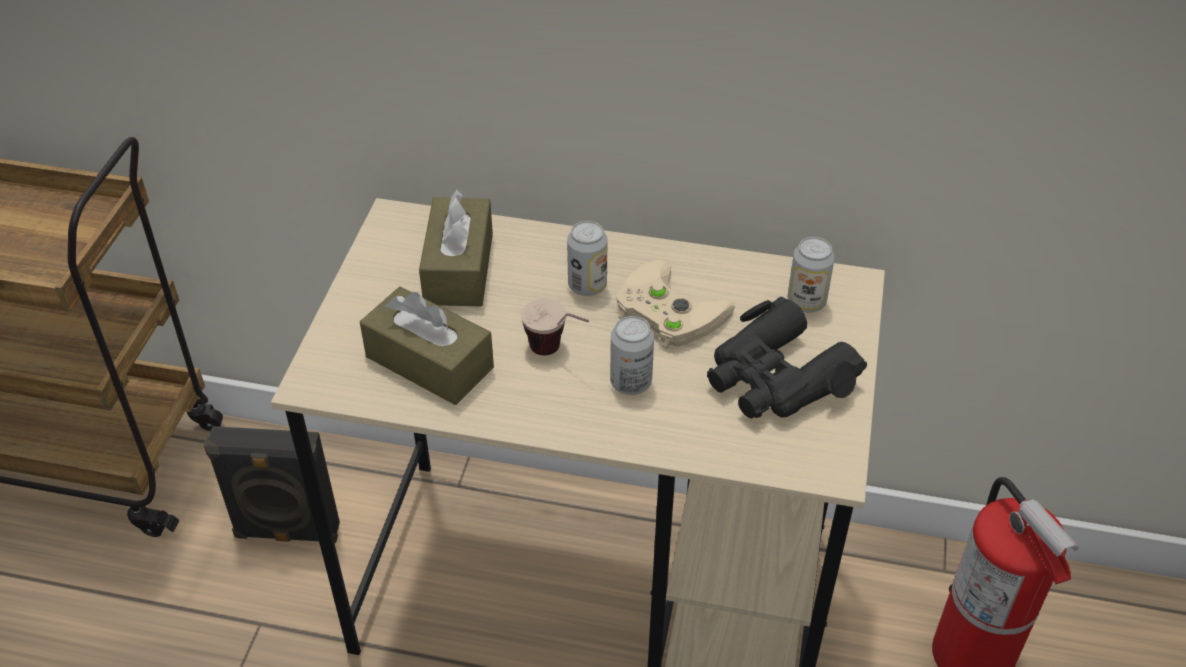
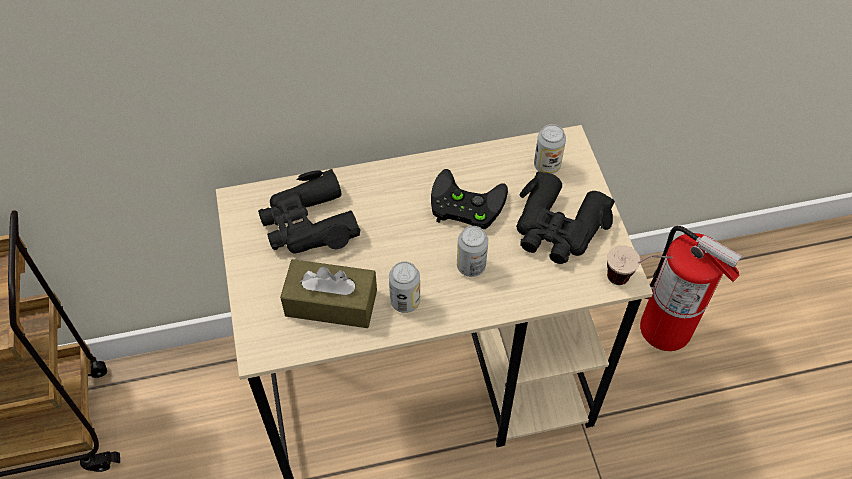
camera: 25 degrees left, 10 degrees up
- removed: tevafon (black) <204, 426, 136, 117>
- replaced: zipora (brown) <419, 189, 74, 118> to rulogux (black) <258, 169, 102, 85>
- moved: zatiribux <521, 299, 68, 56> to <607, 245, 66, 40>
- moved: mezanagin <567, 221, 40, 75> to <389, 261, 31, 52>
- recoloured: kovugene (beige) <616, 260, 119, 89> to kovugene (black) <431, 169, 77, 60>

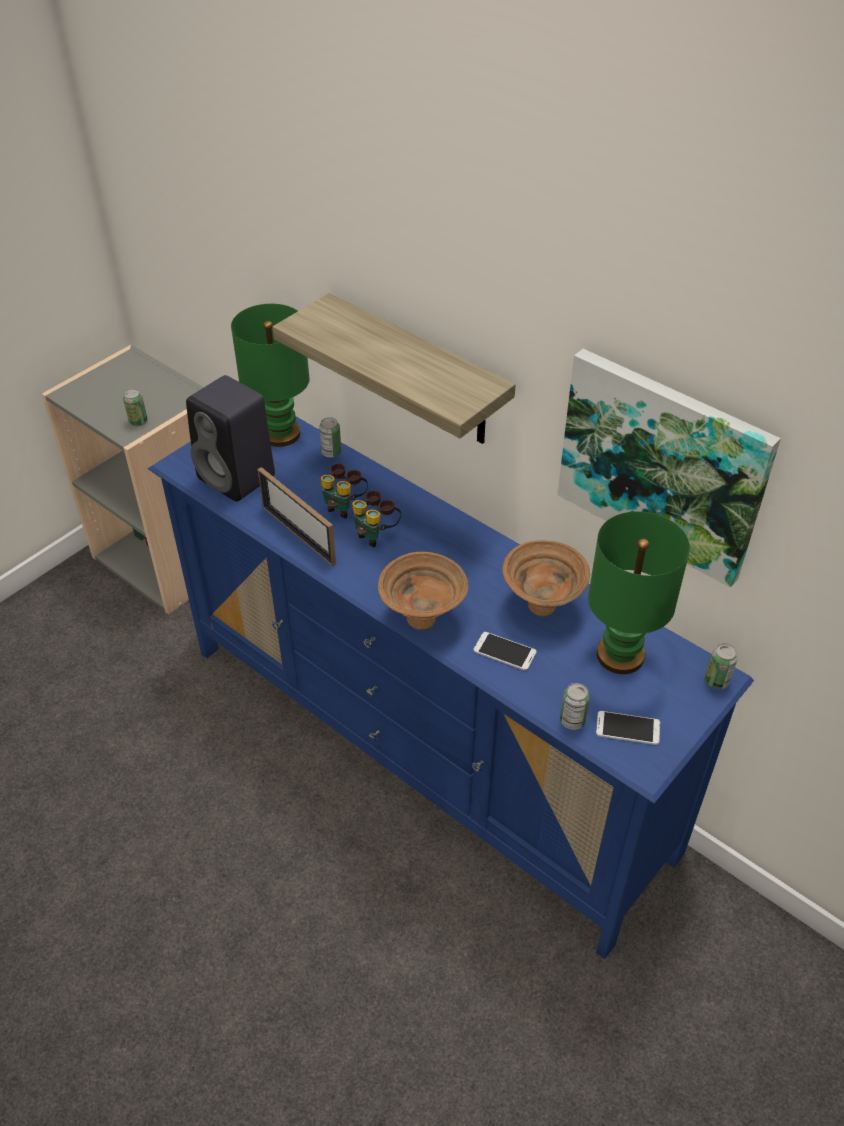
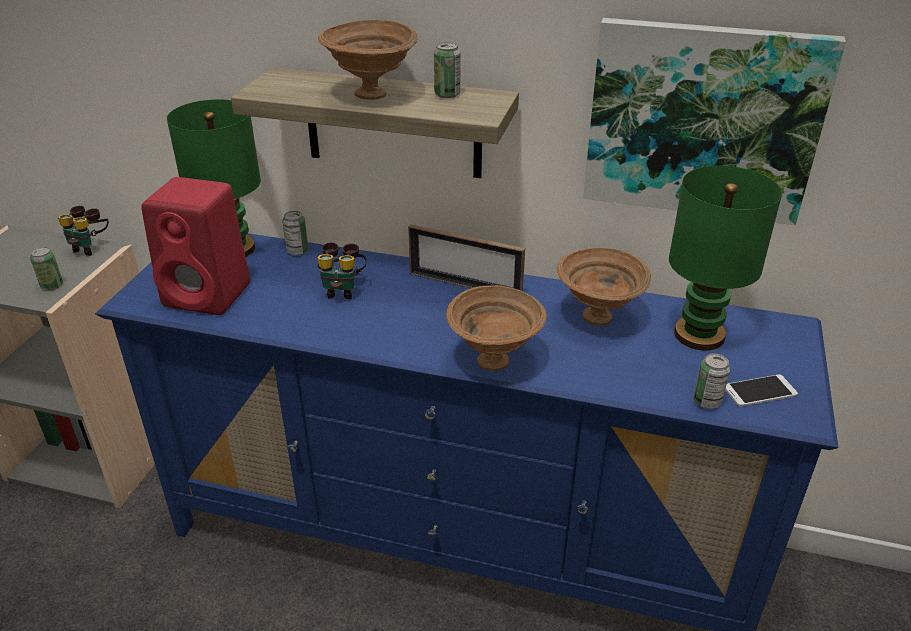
camera: 25 degrees left, 10 degrees down
- recoloured: tevafon (black) <186, 375, 89, 127> to tevafon (red) <141, 177, 109, 138>
- moved: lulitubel <258, 467, 78, 99> to <408, 224, 117, 67>
- moved: rulogux <352, 490, 49, 57> to <58, 206, 51, 50>
- removed: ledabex <473, 632, 64, 39>
- moved: mezanagin <705, 643, 33, 46> to <434, 42, 26, 56>
- added: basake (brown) <318, 20, 100, 80>

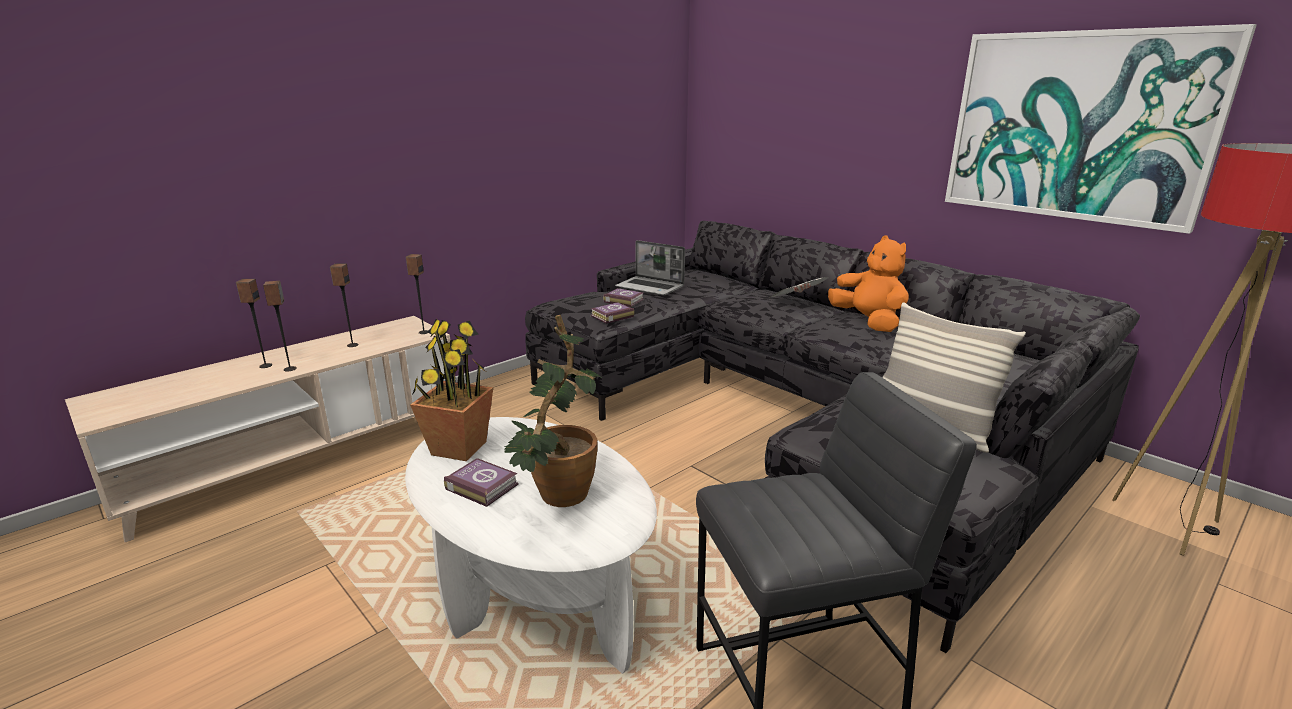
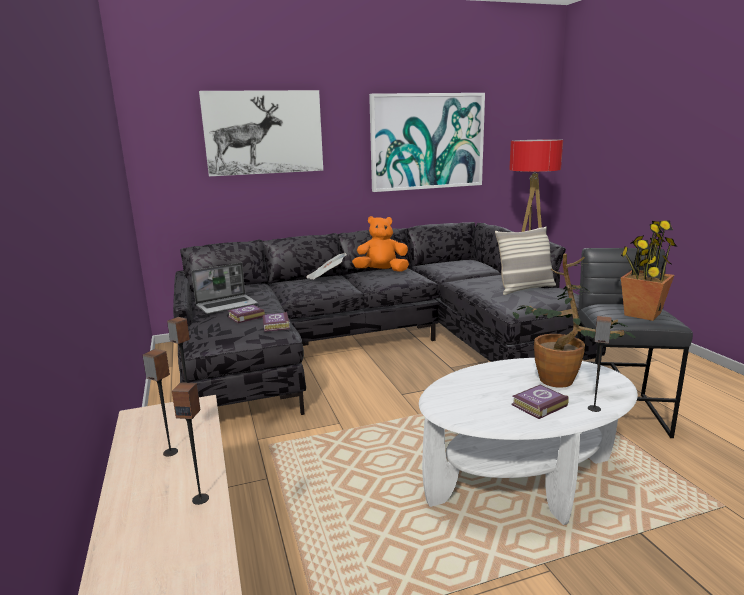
camera: 65 degrees left, 5 degrees down
- moved: tevafon <236, 279, 36, 89> to <588, 316, 23, 96>
- moved: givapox <410, 319, 83, 142> to <621, 220, 56, 101>
- added: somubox <199, 90, 124, 86>

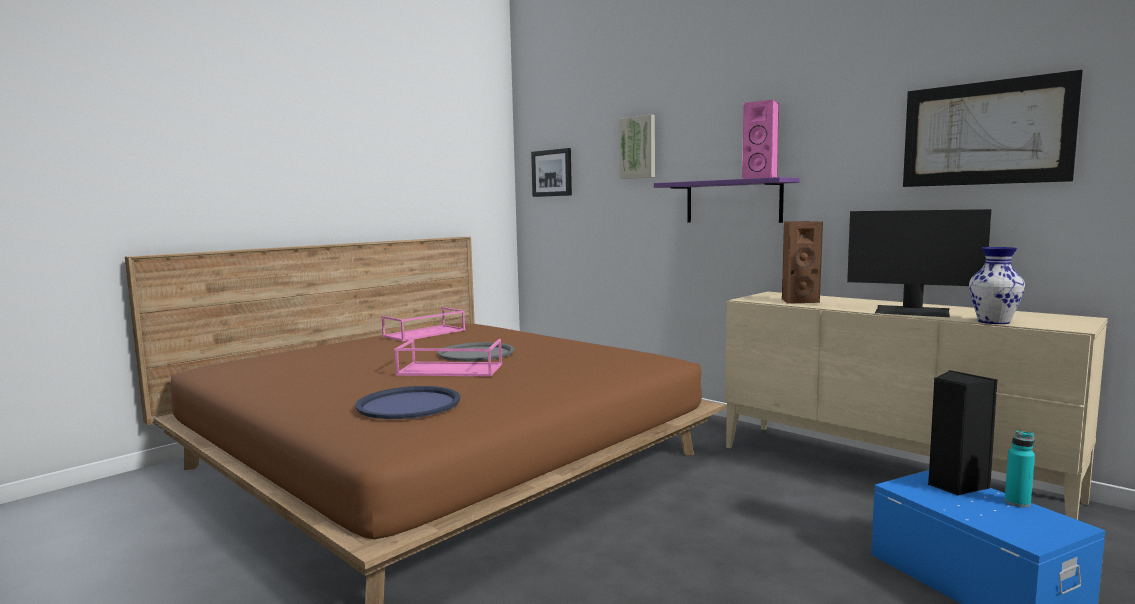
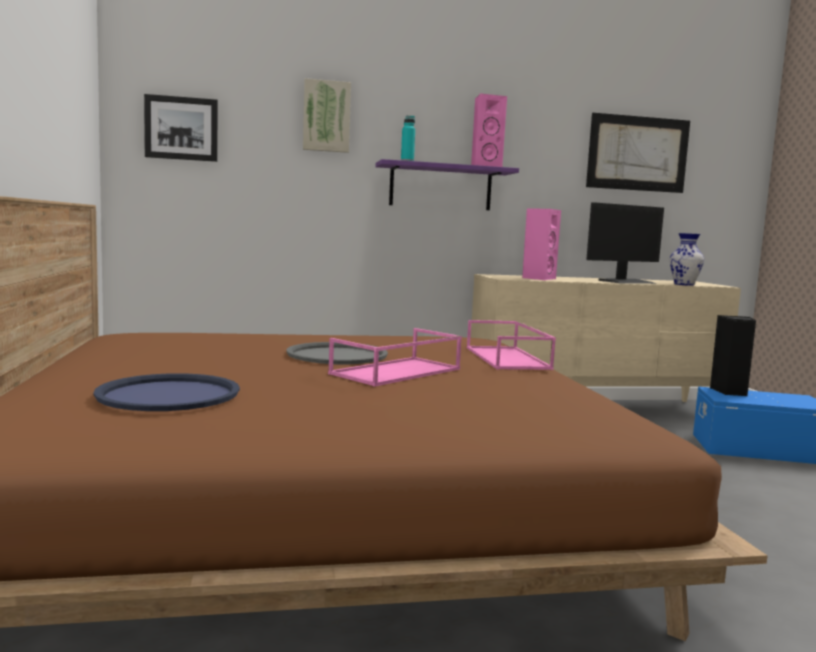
camera: 55 degrees left, 0 degrees up
- moved: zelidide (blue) <355, 386, 105, 33> to <93, 373, 147, 38>
- moved: zelidide (pink) <382, 307, 83, 35> to <467, 320, 89, 50>
- recoloured: tevafon (brown) <782, 221, 41, 83> to tevafon (pink) <522, 208, 39, 72>
- moved: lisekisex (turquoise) <1004, 431, 31, 76> to <401, 115, 14, 46>

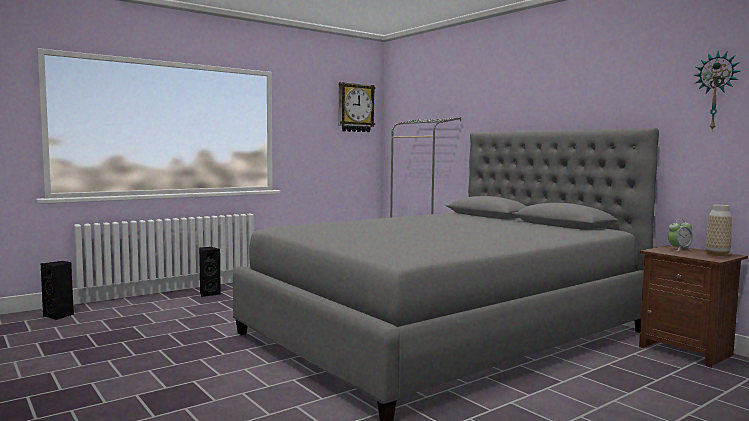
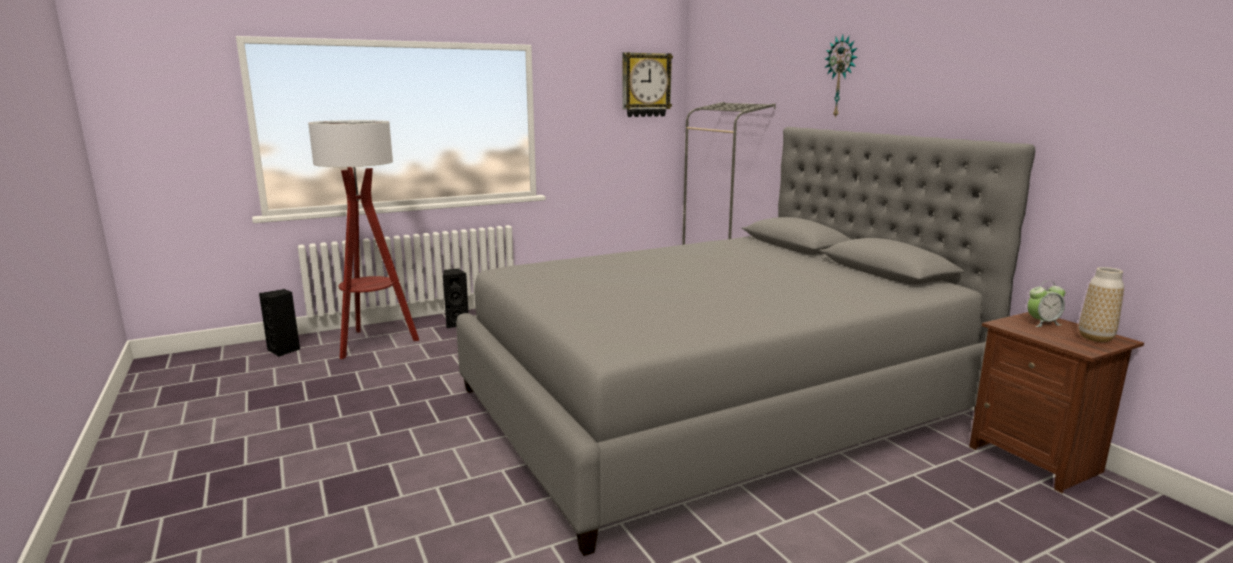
camera: 10 degrees right, 10 degrees up
- moved: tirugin <693, 51, 47, 79> to <825, 35, 33, 84>
- added: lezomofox <308, 120, 111, 239>

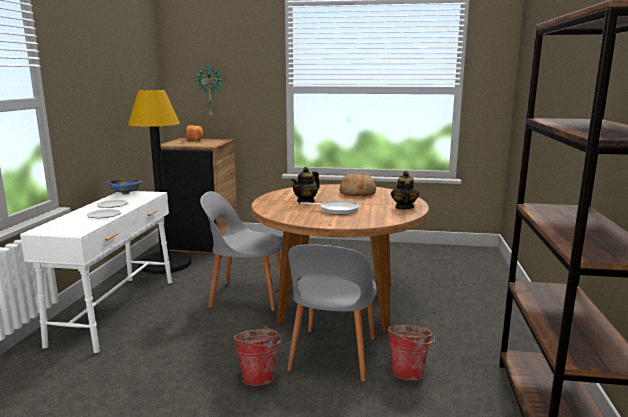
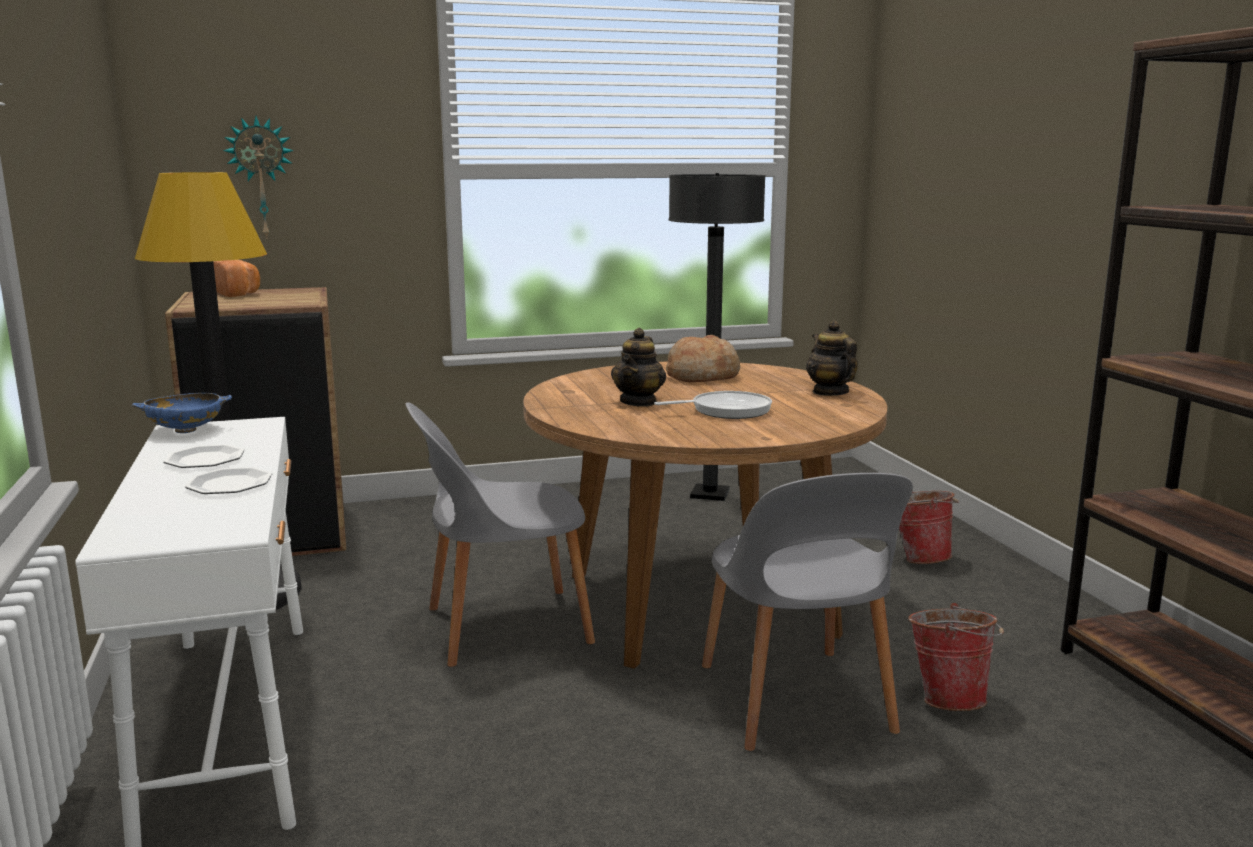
camera: 25 degrees left, 0 degrees up
- moved: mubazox <233, 326, 49, 60> to <899, 490, 60, 74>
- added: lezomofox (black) <669, 173, 97, 328>

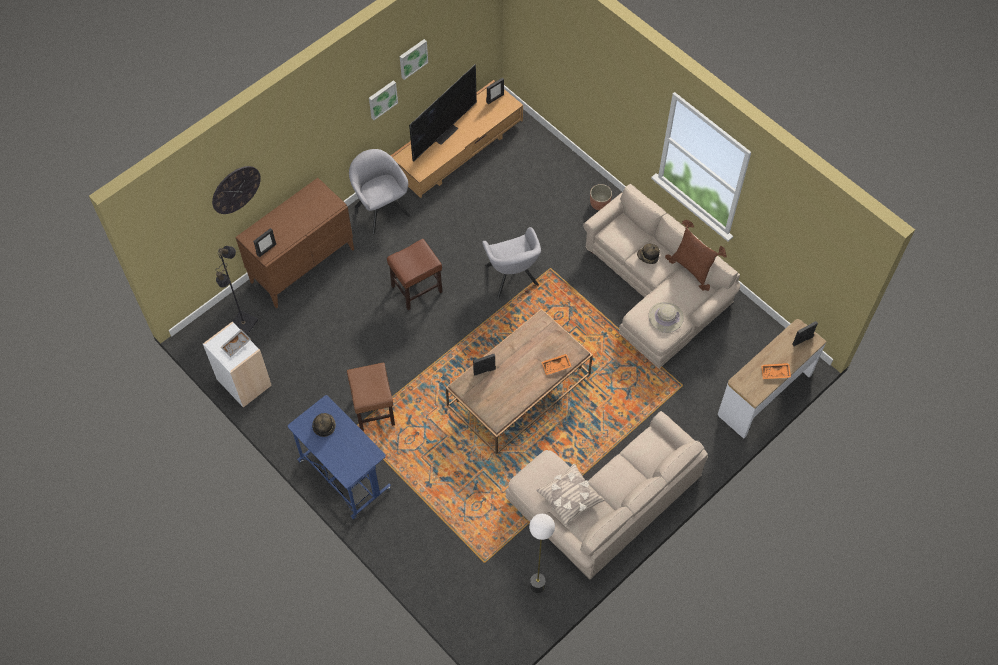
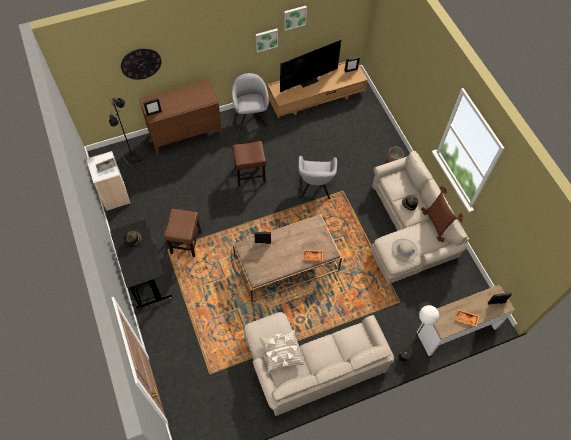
camera: 20 degrees right, 0 degrees up
- recoloured: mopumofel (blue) <288, 395, 103, 124> to mopumofel (black) <110, 220, 62, 90>
- moved: lezomofox <529, 514, 26, 79> to <398, 305, 41, 57>

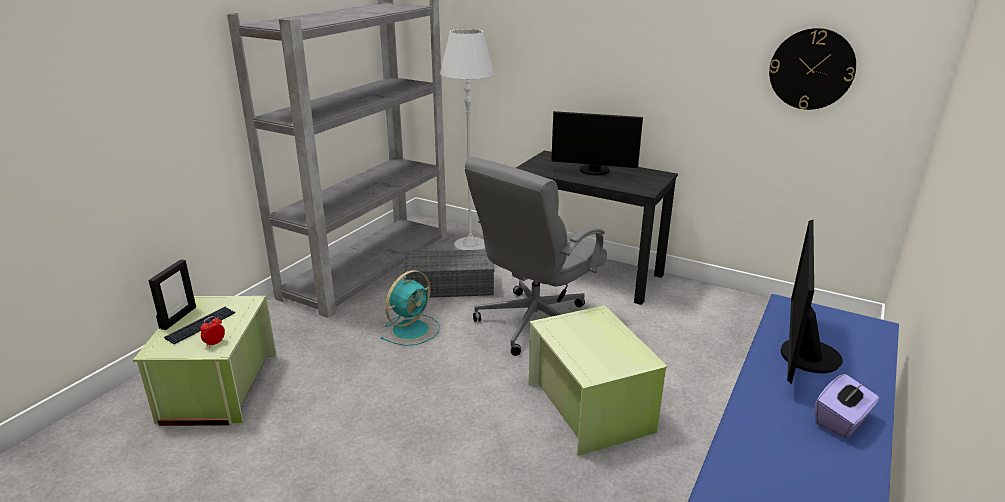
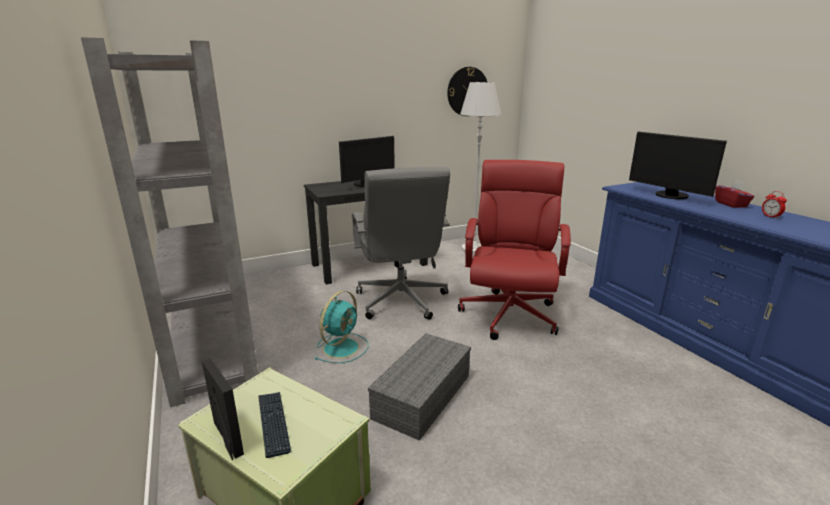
camera: 55 degrees left, 5 degrees down
- moved: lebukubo <200, 316, 25, 31> to <762, 191, 25, 28>
- turned: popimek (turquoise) <380, 270, 60, 76> = <314, 291, 55, 72> 45 degrees clockwise
- moved: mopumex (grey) <403, 249, 92, 49> to <368, 333, 103, 108>
- moved: lezomofox (white) <440, 29, 55, 221> to <460, 82, 41, 172>
- replaced: mopumex (green) <529, 305, 138, 151> to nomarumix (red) <458, 160, 113, 180>
- recoloured: zipora (purple) <815, 374, 64, 65> to zipora (red) <715, 180, 39, 28>

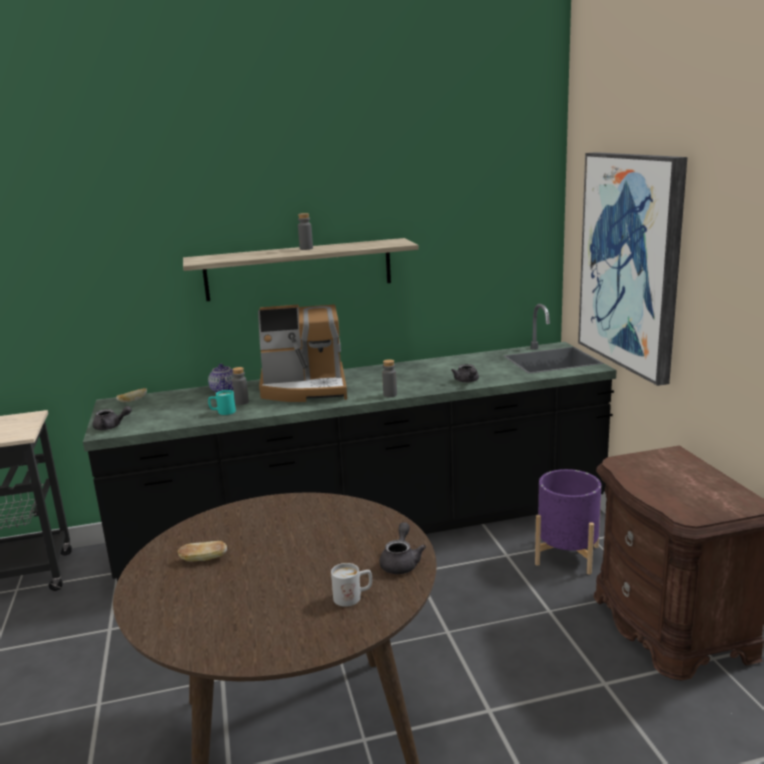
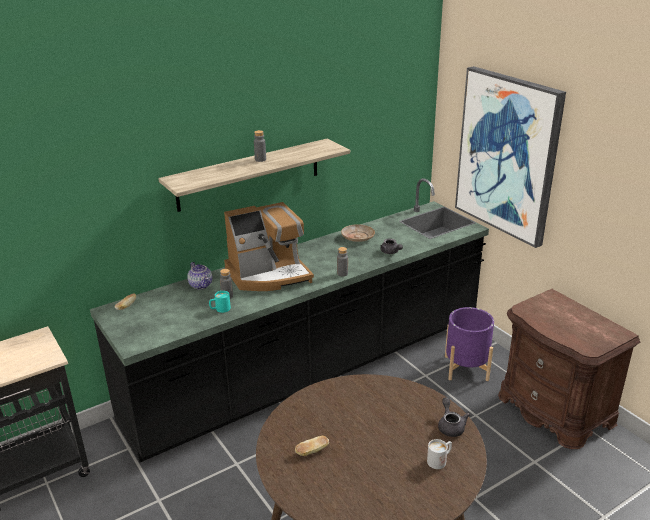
camera: 20 degrees left, 10 degrees up
- removed: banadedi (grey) <93, 406, 39, 24>
- added: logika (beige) <341, 225, 34, 17>

